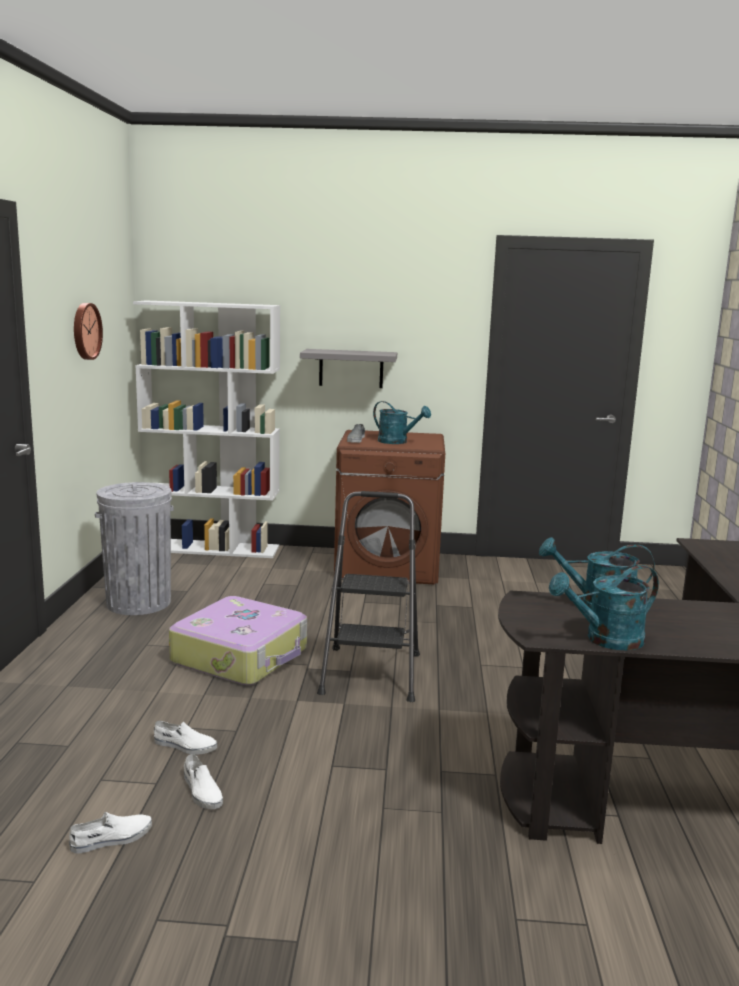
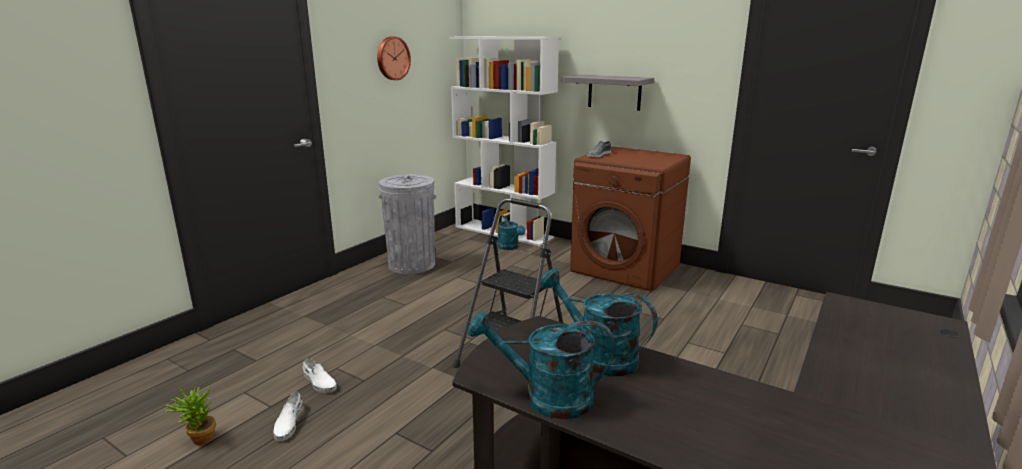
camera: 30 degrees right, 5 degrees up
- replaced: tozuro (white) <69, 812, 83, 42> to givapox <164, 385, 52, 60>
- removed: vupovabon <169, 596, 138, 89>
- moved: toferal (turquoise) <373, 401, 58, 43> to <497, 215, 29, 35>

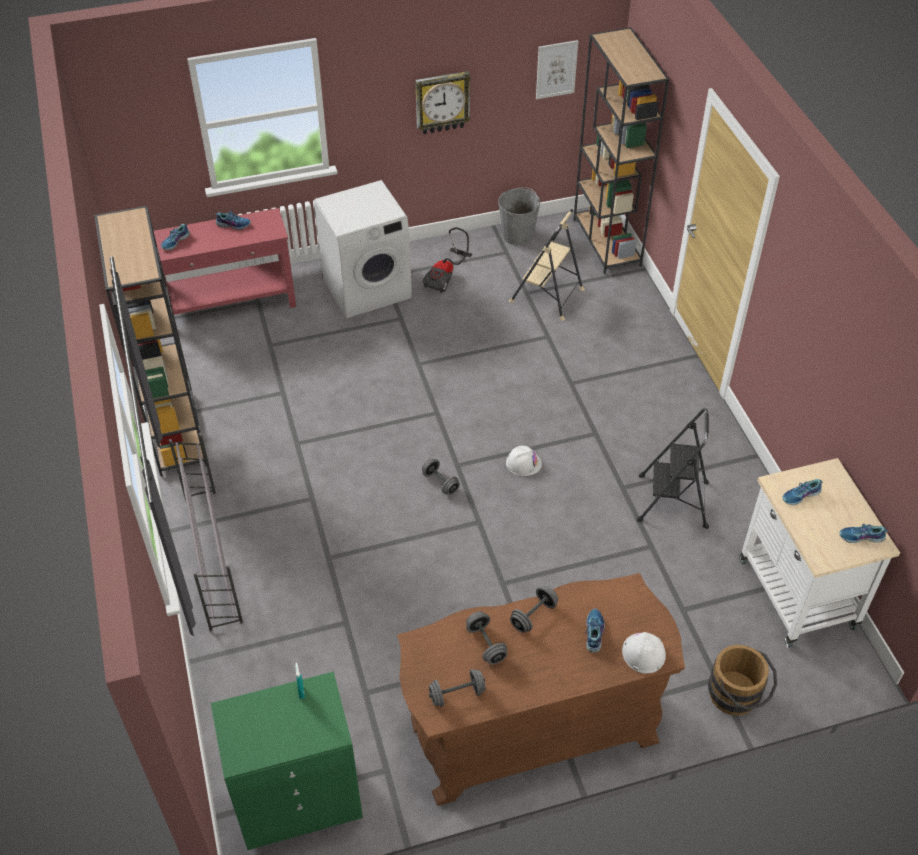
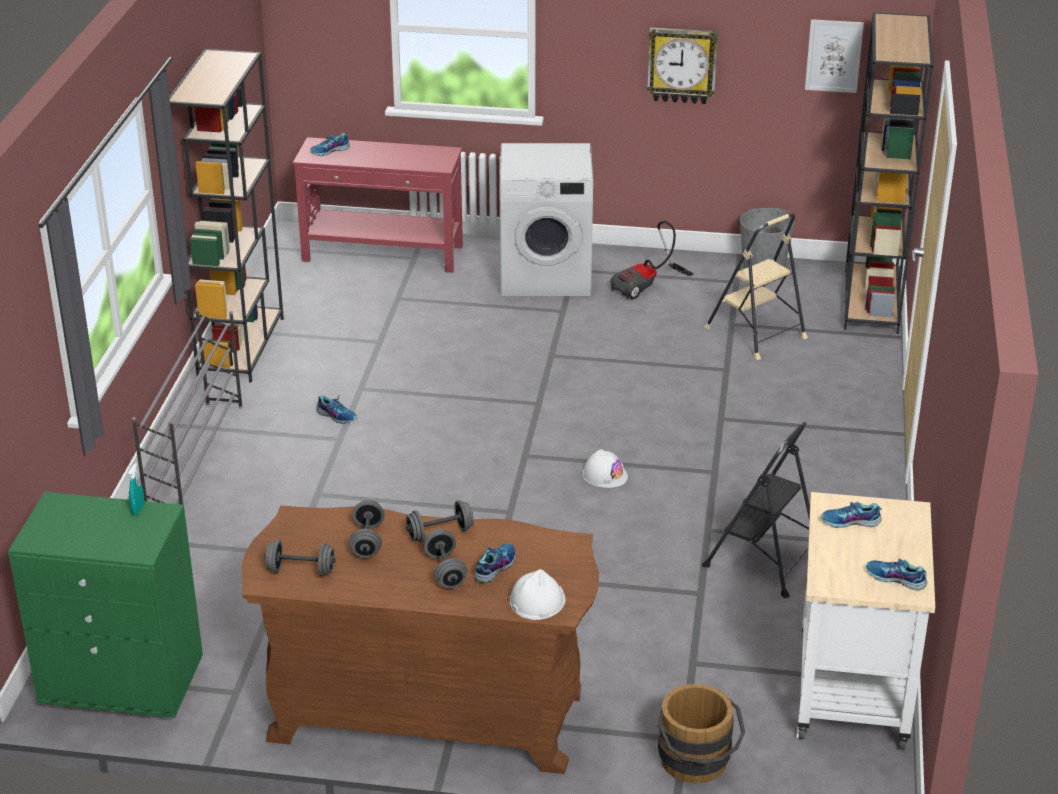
camera: 25 degrees right, 15 degrees down
- moved: tozuro <216, 209, 35, 21> to <316, 395, 41, 29>
- moved: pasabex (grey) <422, 458, 38, 37> to <424, 529, 43, 60>

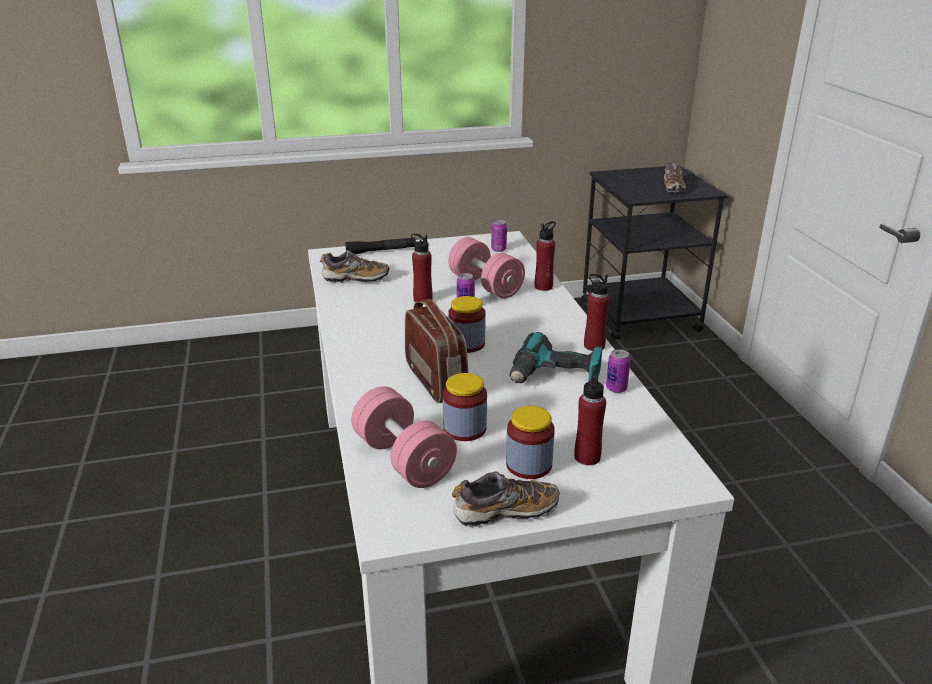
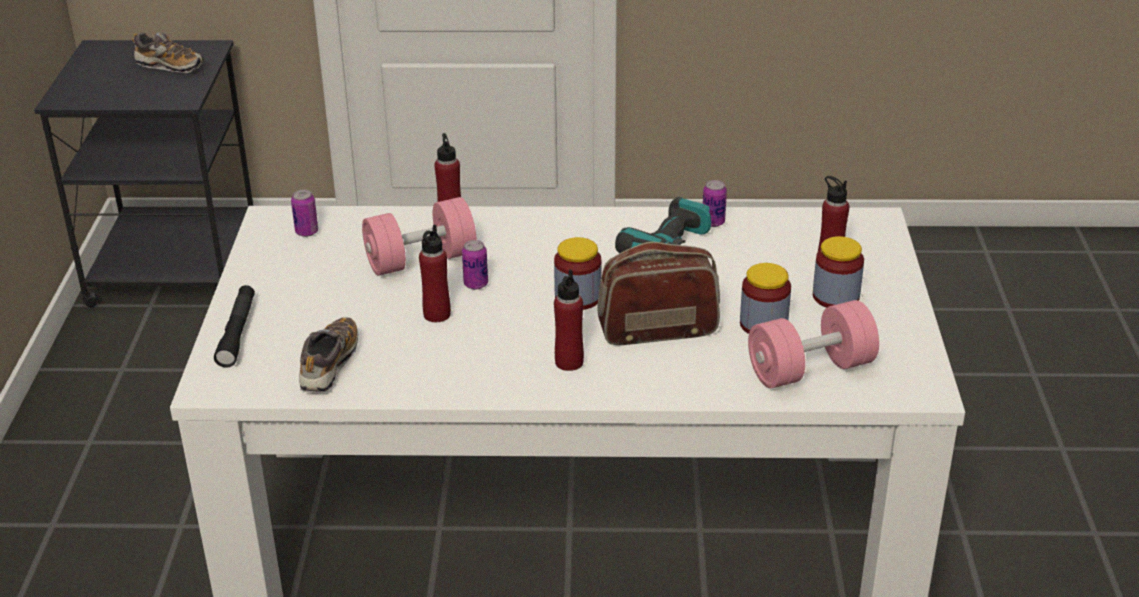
camera: 75 degrees left, 5 degrees up
- removed: tozuro <452, 471, 107, 56>
- moved: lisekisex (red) <584, 274, 26, 77> to <554, 269, 30, 102>

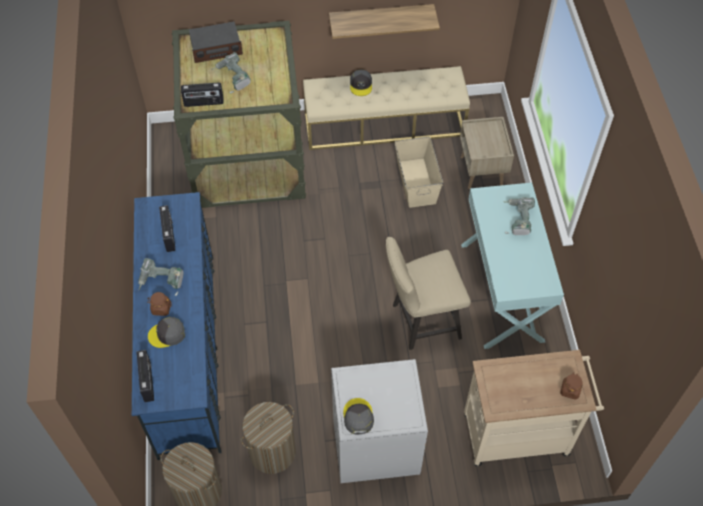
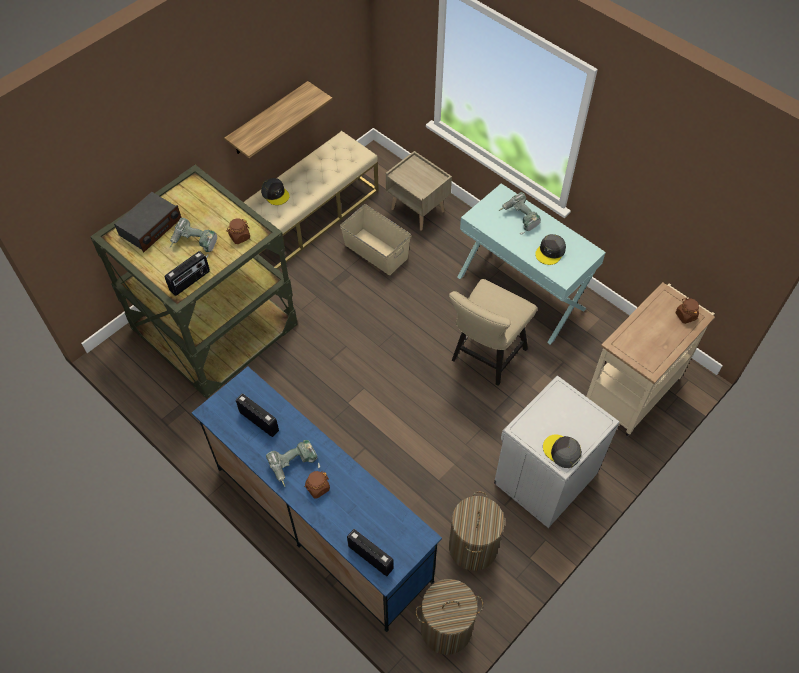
camera: 40 degrees left, 0 degrees up
- moved: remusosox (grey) <148, 317, 37, 31> to <535, 234, 31, 31>
- added: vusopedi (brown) <227, 218, 23, 26>

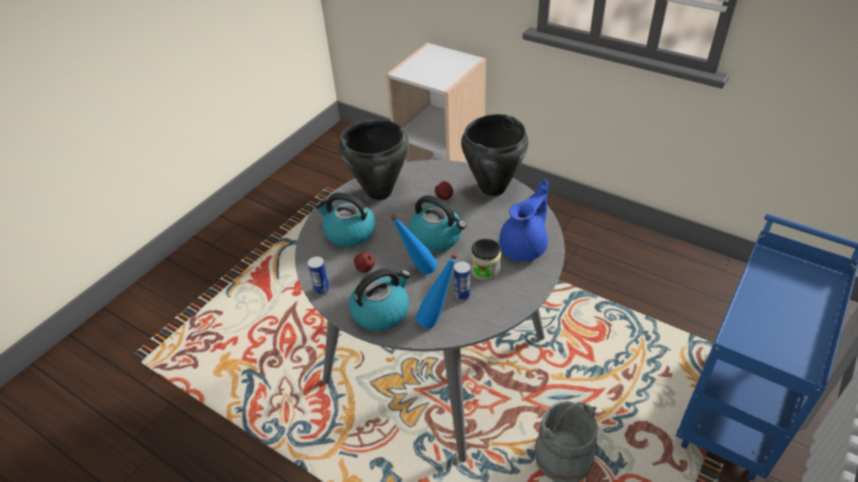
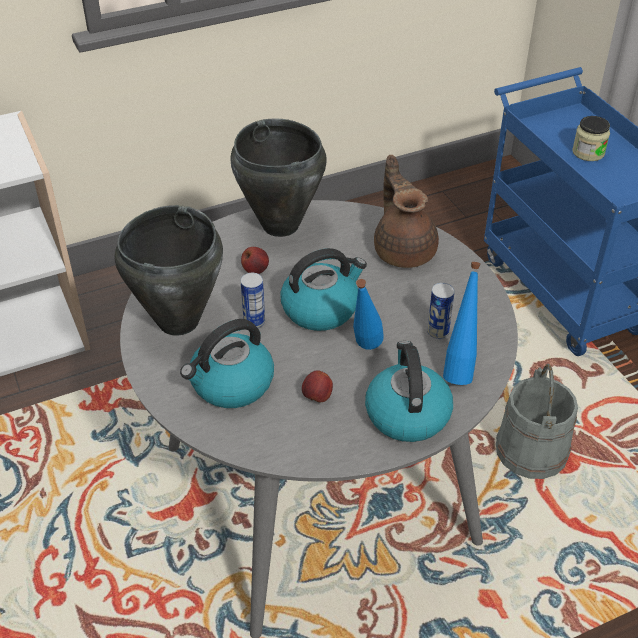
camera: 60 degrees left, 0 degrees up
- moved: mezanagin <308, 256, 22, 40> to <241, 273, 24, 55>
- moved: vusopedi <470, 239, 31, 42> to <572, 116, 38, 45>
- recoloured: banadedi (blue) <499, 179, 49, 82> to banadedi (brown) <374, 155, 65, 113>

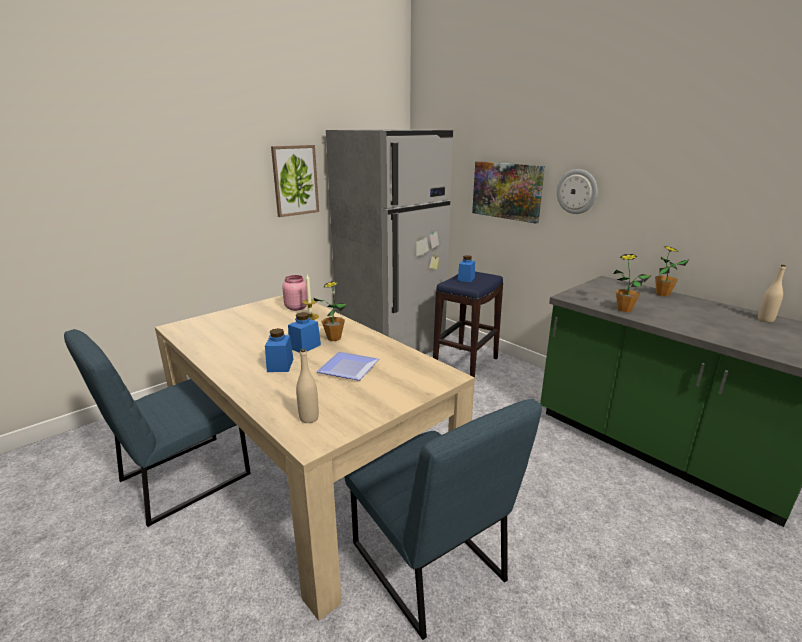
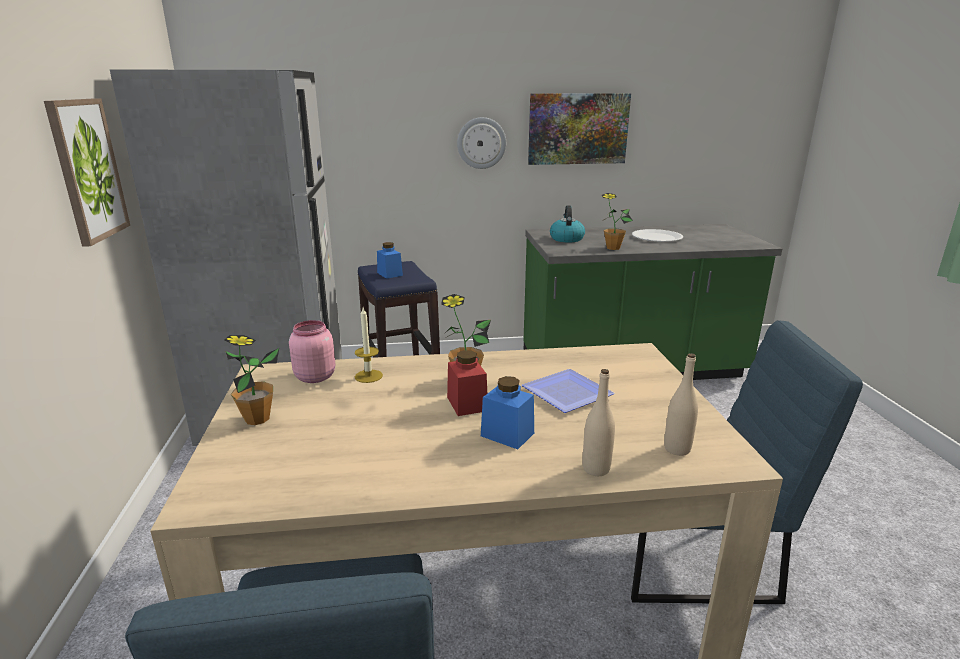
camera: 55 degrees left, 0 degrees up
- recoloured: vusopedi (blue) <288, 312, 33, 41> to vusopedi (red) <447, 350, 40, 66>
- moved: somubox <472, 161, 73, 63> to <528, 93, 103, 72>
- moved: givapox <655, 246, 34, 50> to <224, 335, 55, 90>
- moved: lisekisex (beige) <758, 265, 28, 57> to <583, 369, 32, 107>
- added: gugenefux <550, 205, 35, 38>
- added: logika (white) <632, 229, 51, 13>

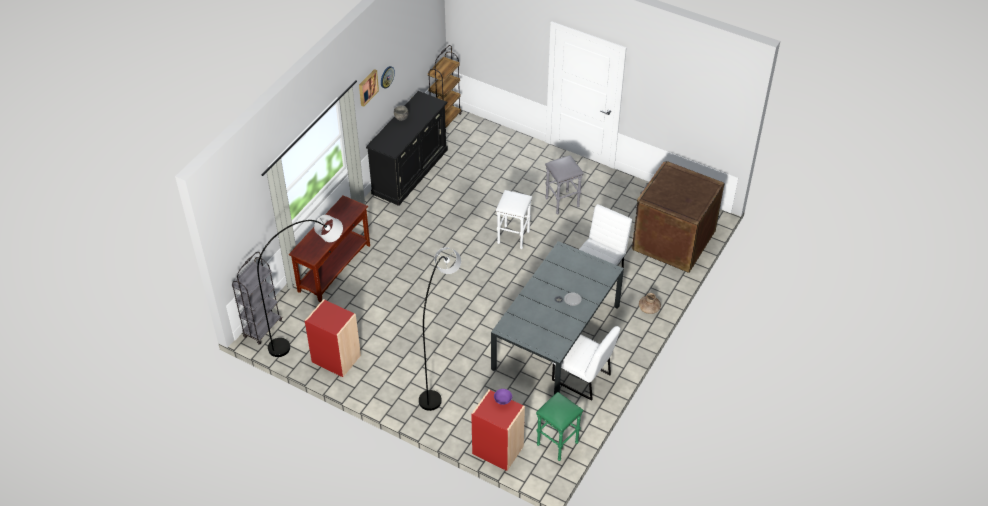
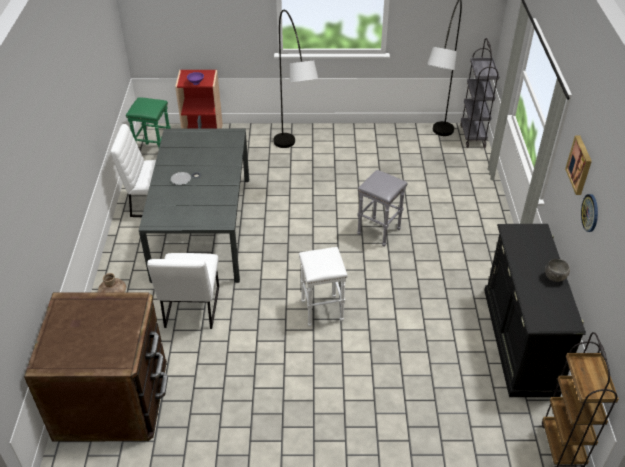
camera: 150 degrees right, 5 degrees down
- removed: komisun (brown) <289, 195, 81, 107>
- removed: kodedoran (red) <305, 299, 56, 78>
- moved: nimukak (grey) <545, 155, 39, 59> to <357, 170, 51, 77>

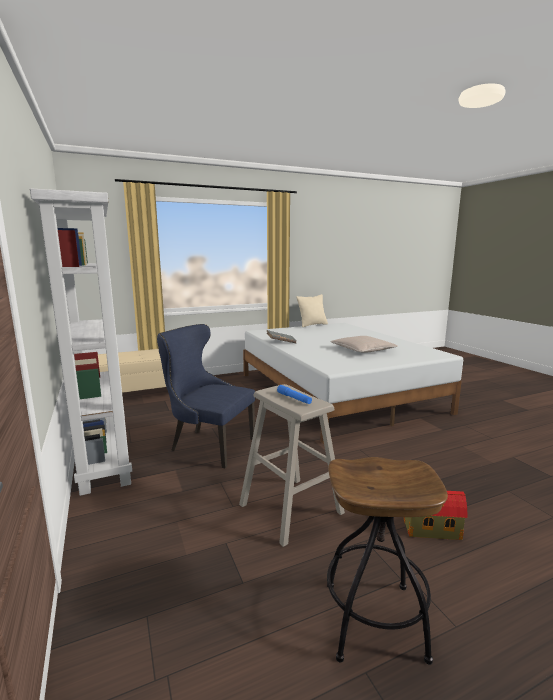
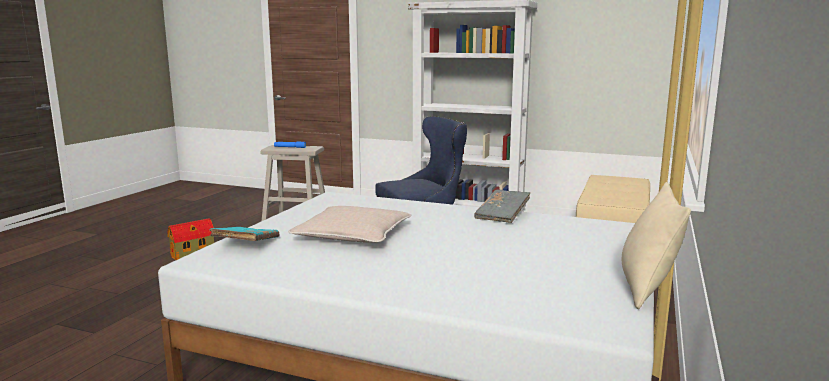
camera: 135 degrees right, 0 degrees up
- removed: nimukak (brown) <327, 457, 121, 208>
- added: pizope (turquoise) <209, 227, 71, 14>

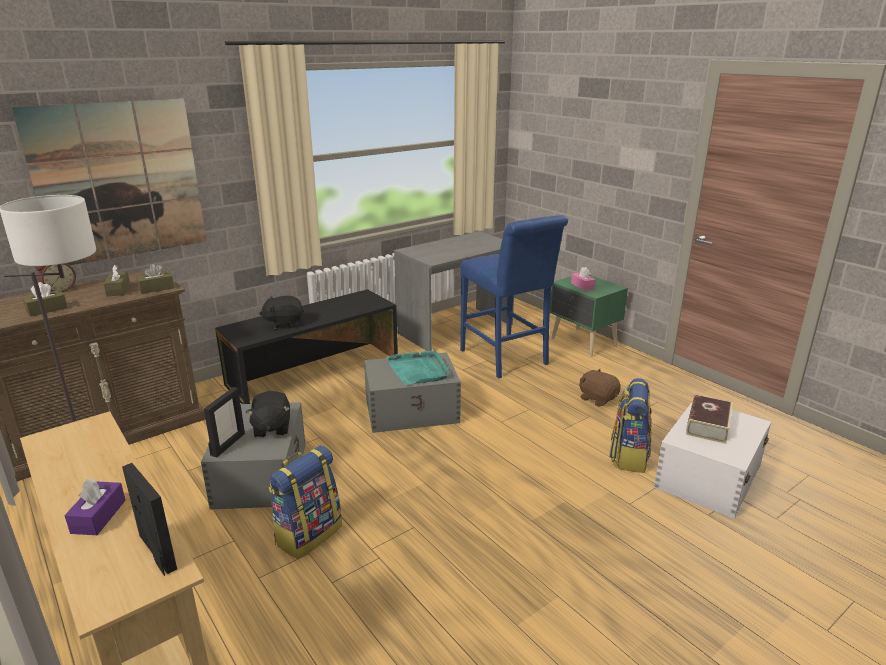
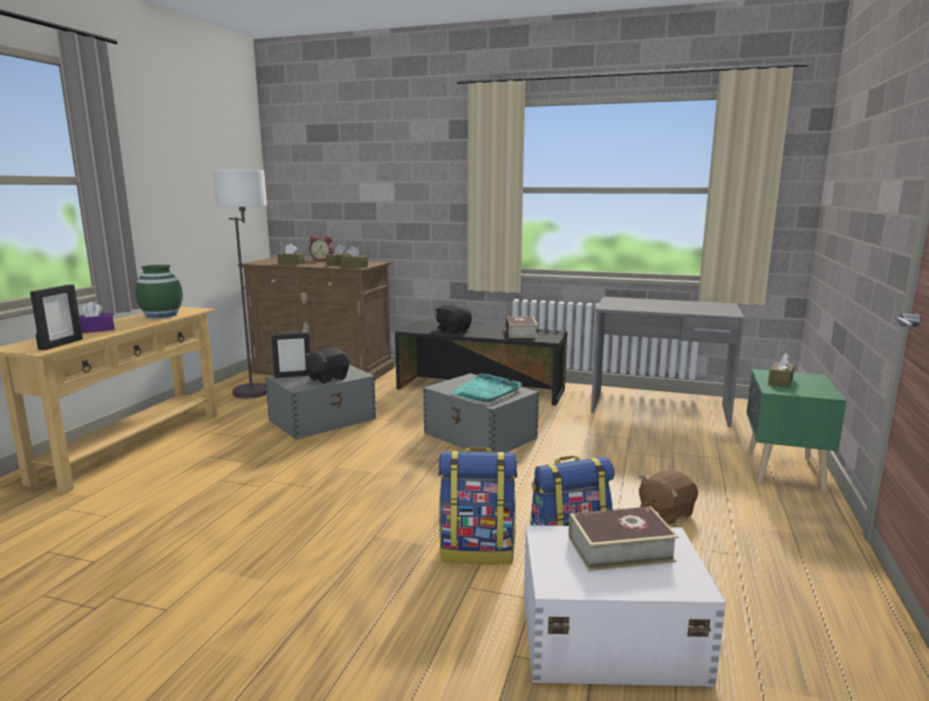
camera: 55 degrees right, 10 degrees down
- removed: somubox <11, 98, 196, 167>
- moved: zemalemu <268, 446, 74, 113> to <438, 447, 79, 118>
- removed: nimukak (blue) <460, 215, 108, 163>
- recoloured: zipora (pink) <571, 267, 25, 24> to zipora (brown) <768, 353, 27, 34>
- turned: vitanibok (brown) <579, 369, 42, 38> = <639, 470, 59, 55> 135 degrees counterclockwise
- added: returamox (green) <135, 265, 48, 53>
- added: pizope <506, 316, 32, 22>

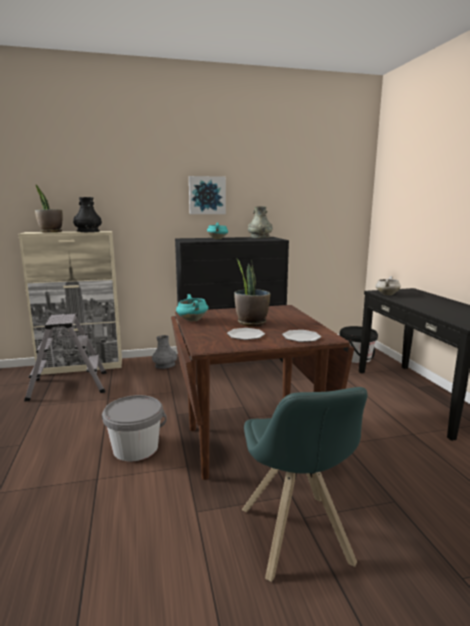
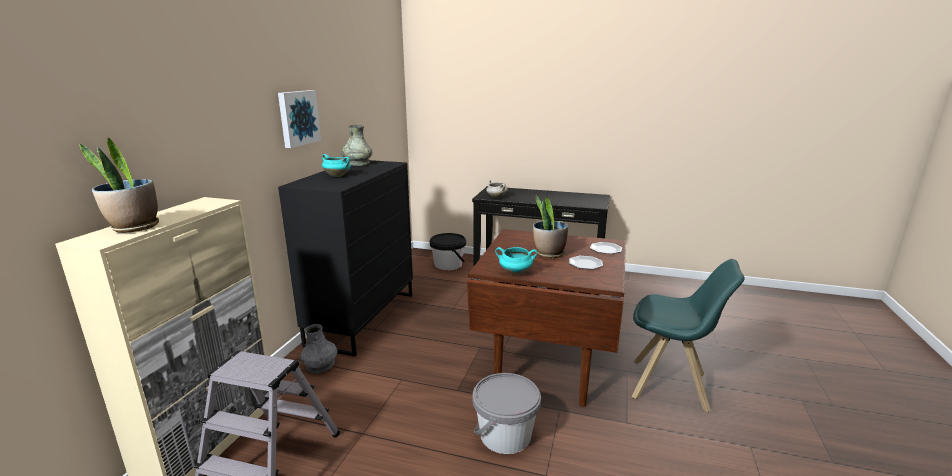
camera: 60 degrees left, 5 degrees up
- removed: returamox (black) <73, 197, 29, 35>

